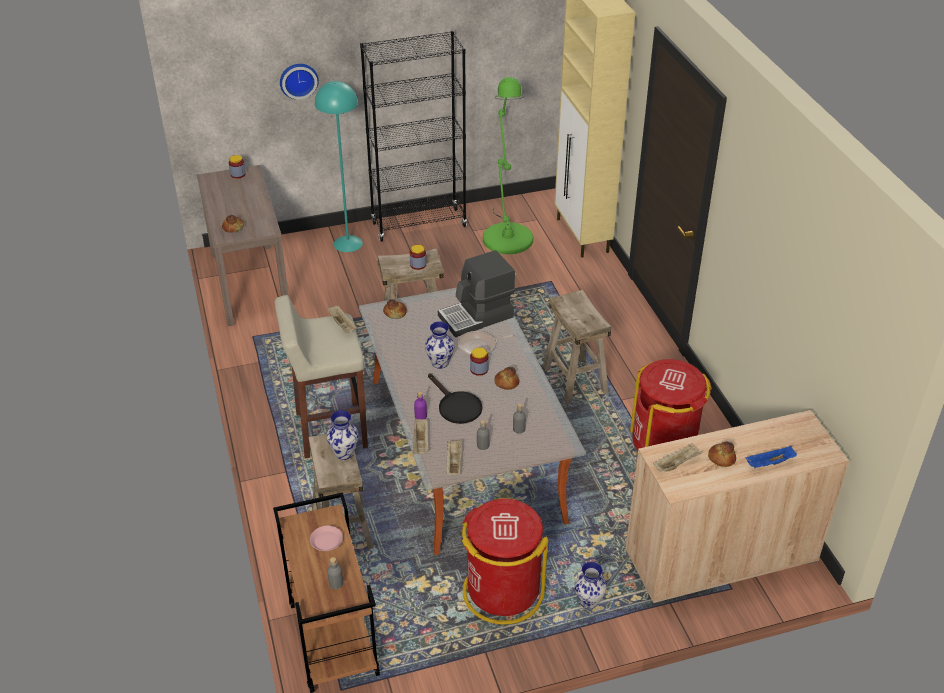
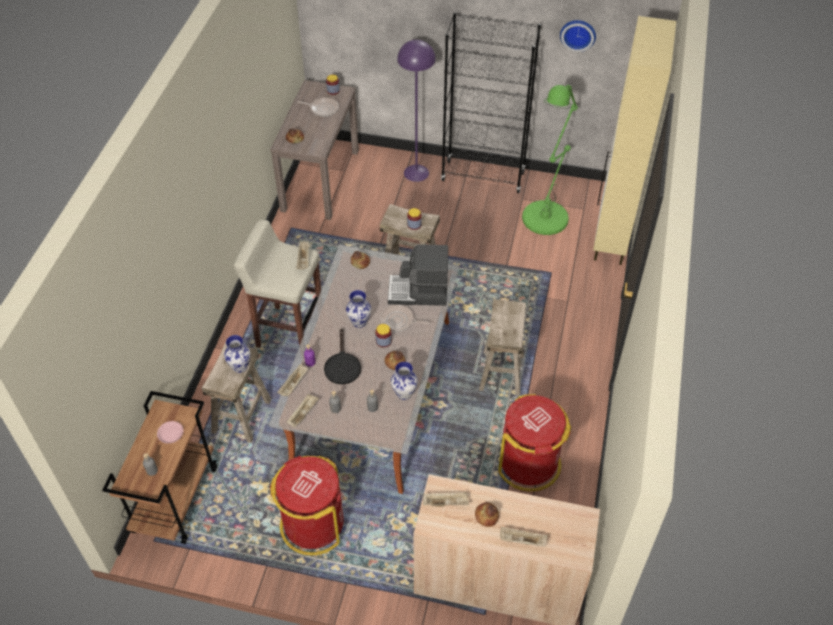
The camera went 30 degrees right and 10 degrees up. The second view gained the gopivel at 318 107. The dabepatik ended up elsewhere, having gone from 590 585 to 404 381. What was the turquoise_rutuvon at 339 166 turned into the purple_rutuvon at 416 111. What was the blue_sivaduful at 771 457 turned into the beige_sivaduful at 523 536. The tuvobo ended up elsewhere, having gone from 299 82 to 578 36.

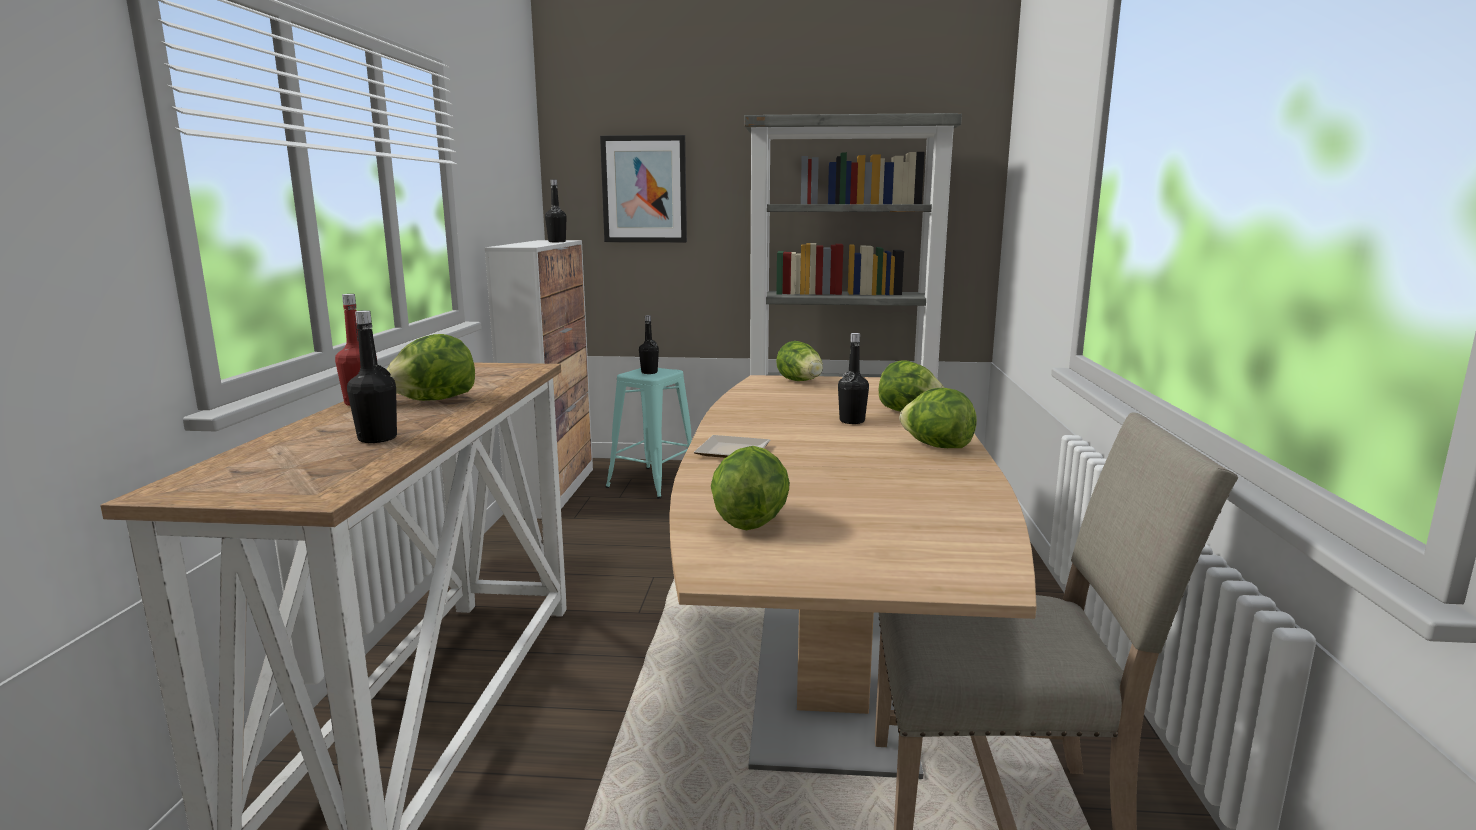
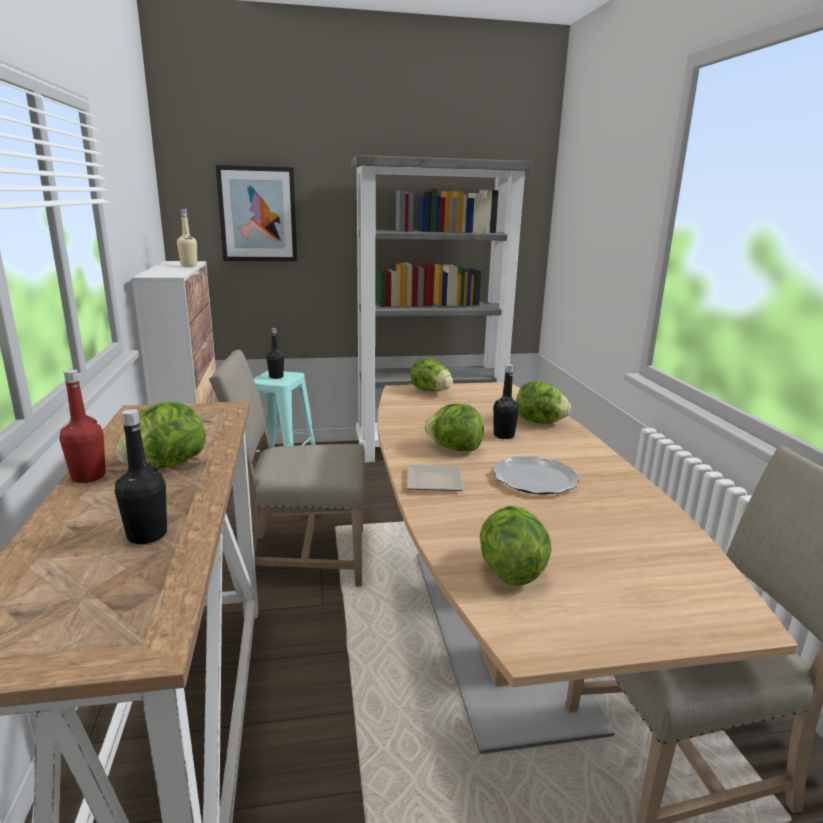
The camera went 15 degrees left and 5 degrees up. What was the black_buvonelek at 555 210 turned into the beige_buvonelek at 187 237. The second view gained the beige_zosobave at 287 468. The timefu ended up elsewhere, having gone from 938 418 to 454 427. The second view gained the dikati at 536 475.

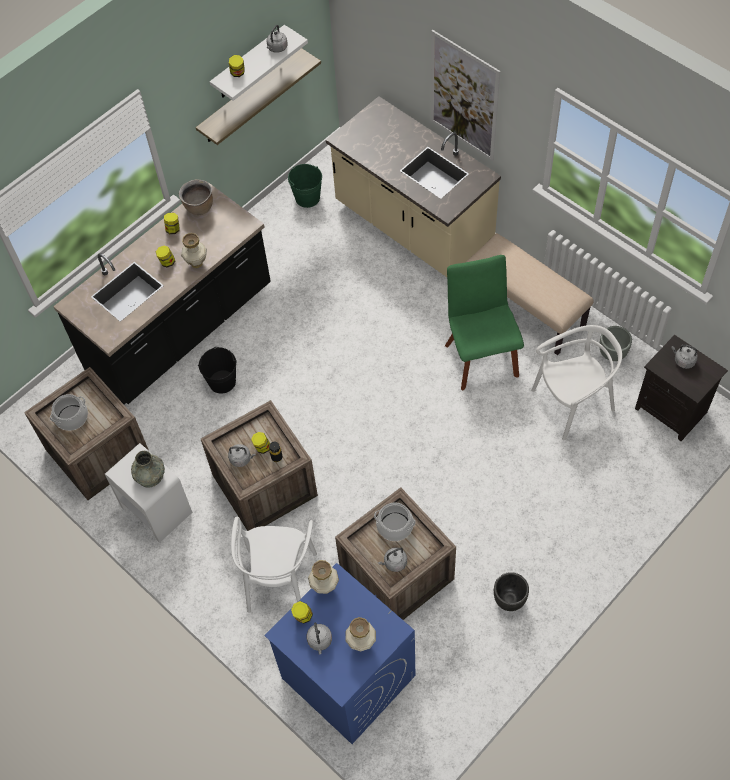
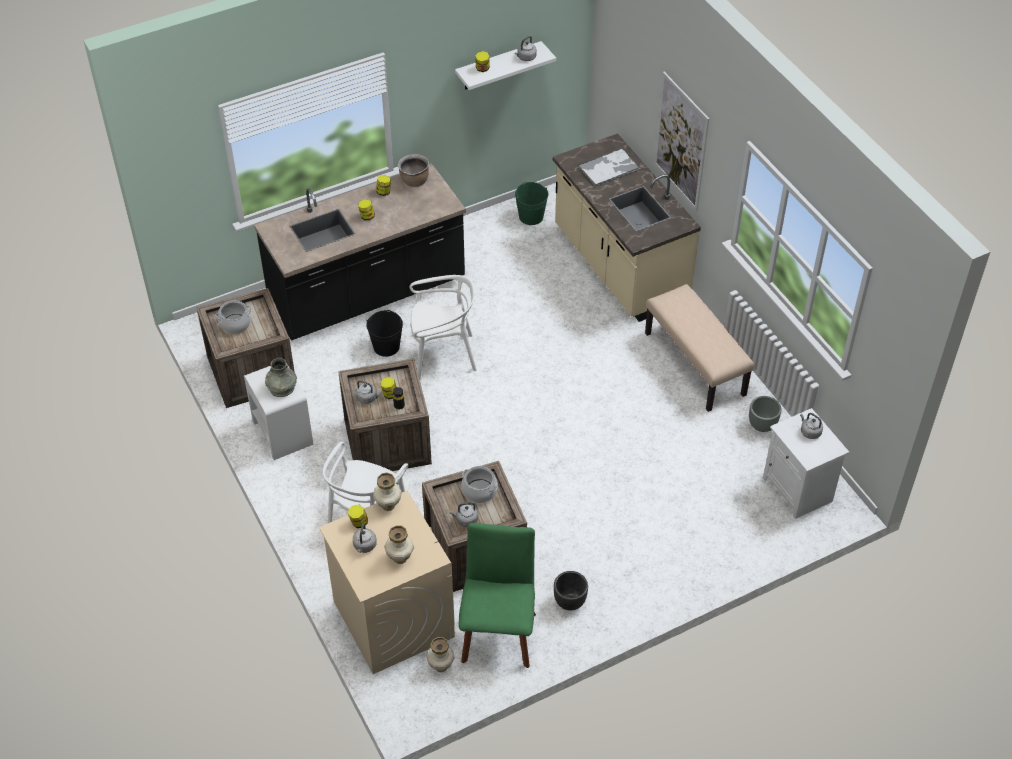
The camera went 15 degrees right and 10 degrees down. What was the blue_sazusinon at 339 653 turned into the beige_sazusinon at 387 582. The white_zosobave ended up elsewhere, having gone from 576 382 to 443 327. The dabepatik ended up elsewhere, having gone from 194 250 to 440 654. The green_zosobave ended up elsewhere, having gone from 484 322 to 497 595. The second view gained the sivaduful at 609 167. What was the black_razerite at 681 388 turned into the white_razerite at 806 463. The second view lost the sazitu at 258 96.

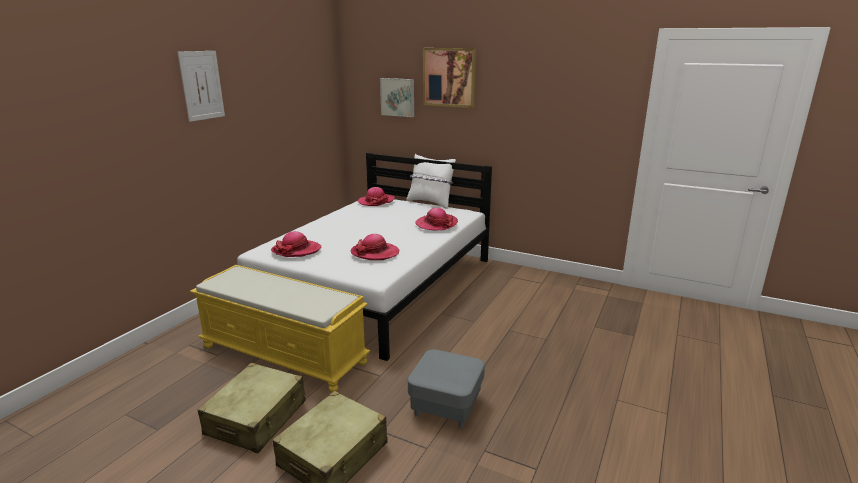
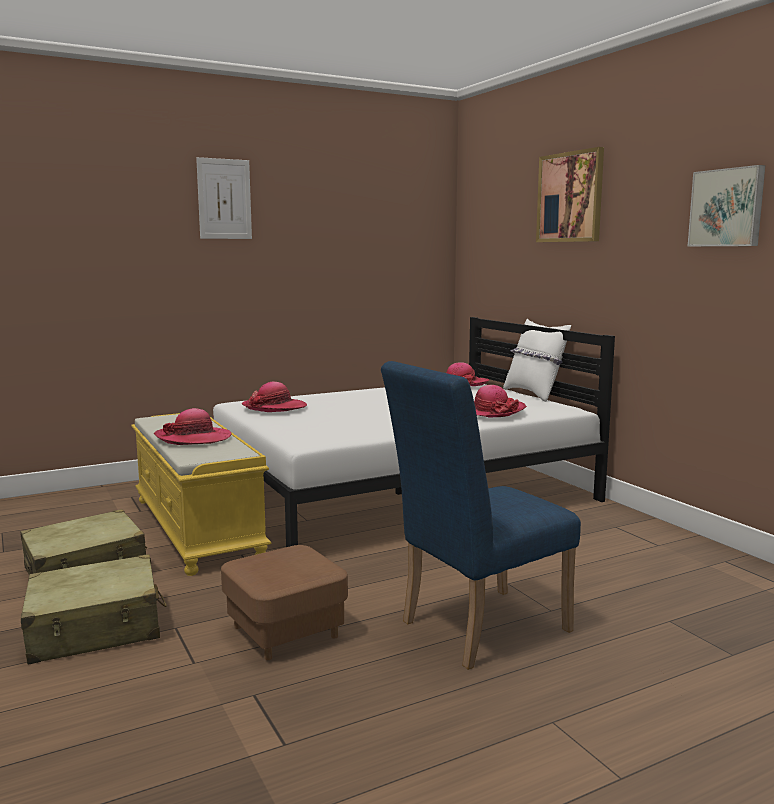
The camera went 35 degrees right and 10 degrees down. The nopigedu ended up elsewhere, having gone from 374 247 to 193 426. What was the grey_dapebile at 446 388 turned into the brown_dapebile at 284 602. The second view gained the blue_zosobave at 481 515. The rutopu ended up elsewhere, having gone from 397 97 to 726 205.

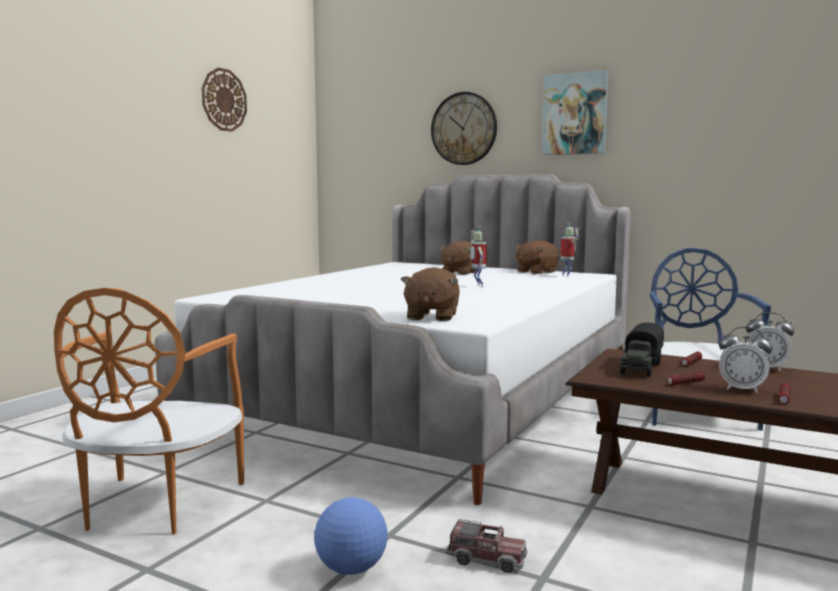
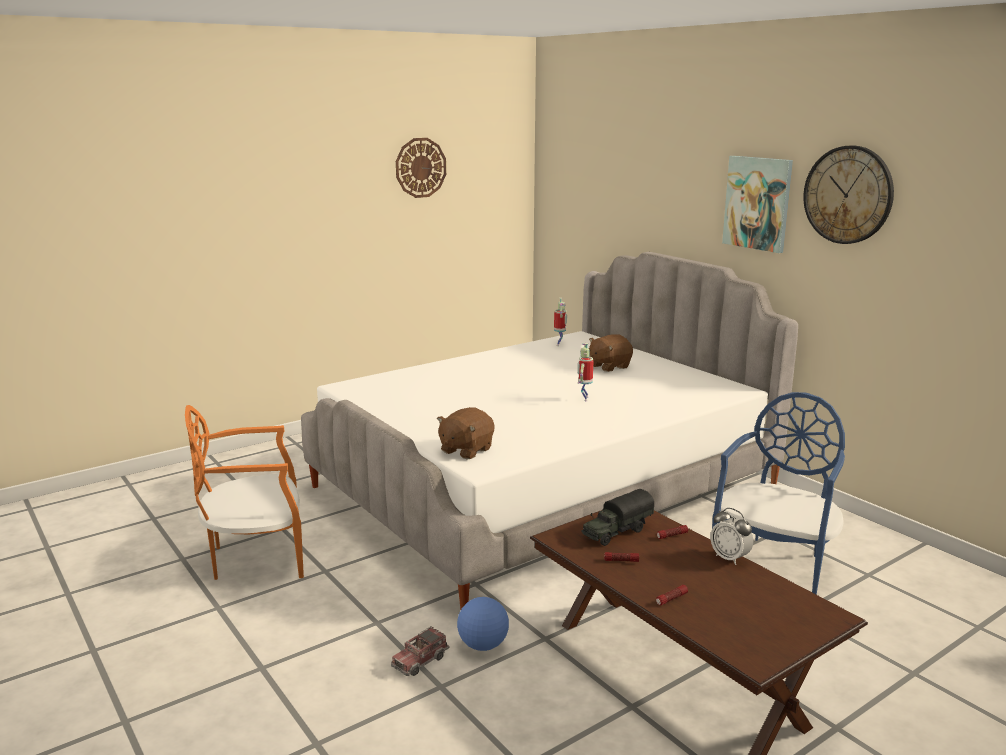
The camera went 25 degrees right and 10 degrees up. The orange_zosobave at 149 411 ended up facing another way, 45 degrees clockwise from before. The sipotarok at 486 546 ended up facing another way, 90 degrees clockwise from before. The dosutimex ended up elsewhere, having gone from 350 536 to 483 624. The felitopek ended up elsewhere, having gone from 570 250 to 560 322. The tuvobo ended up elsewhere, having gone from 464 128 to 848 194. The second view lost the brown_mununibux at 537 257. The second view lost the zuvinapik at 745 360.

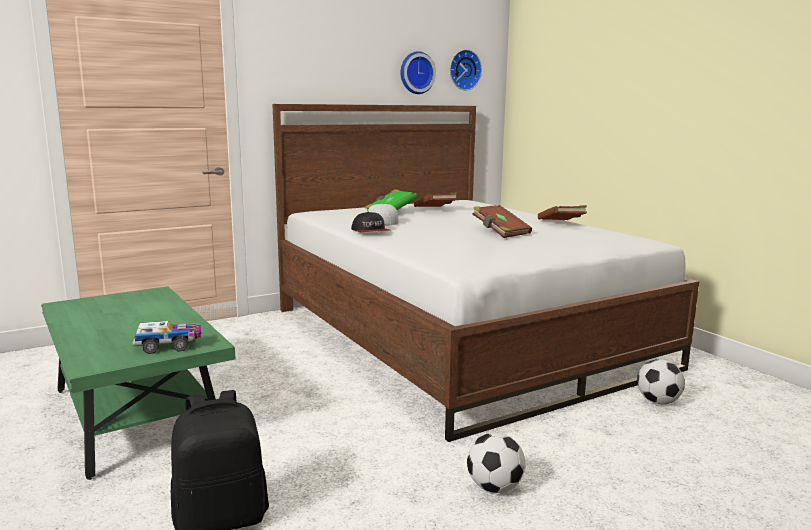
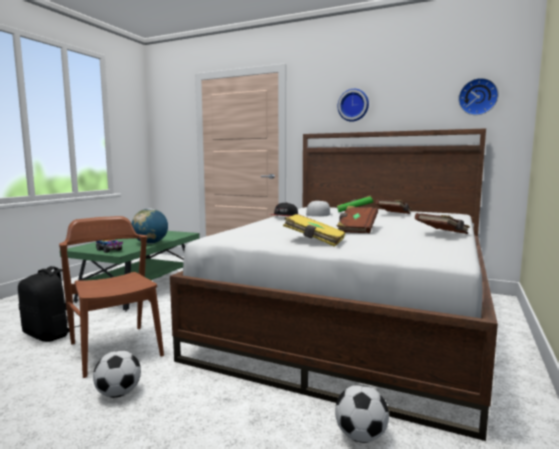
The camera went 55 degrees right and 5 degrees down. The second view gained the brown_zosobave at 111 297. The second view gained the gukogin at 149 226. The second view gained the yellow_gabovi at 314 230. The tuvobo ended up elsewhere, having gone from 418 72 to 353 105.

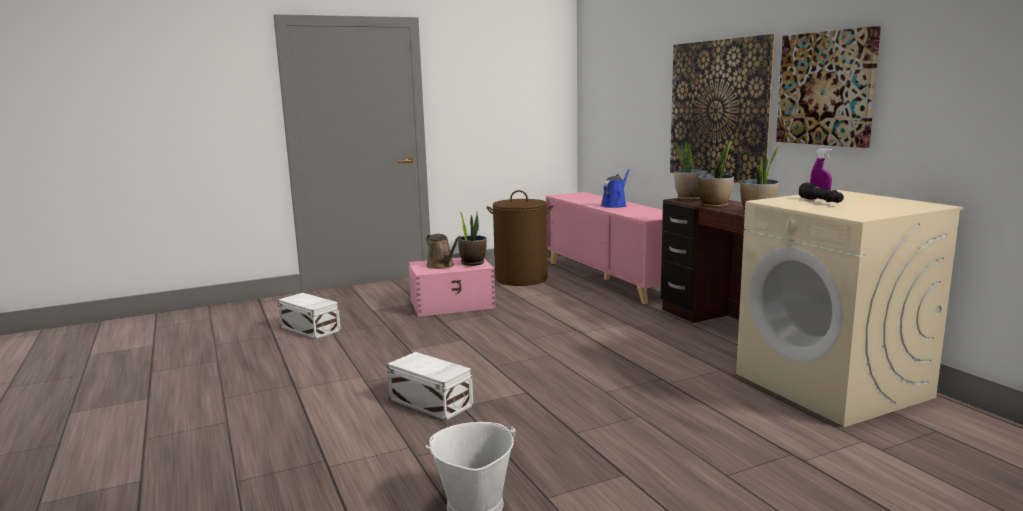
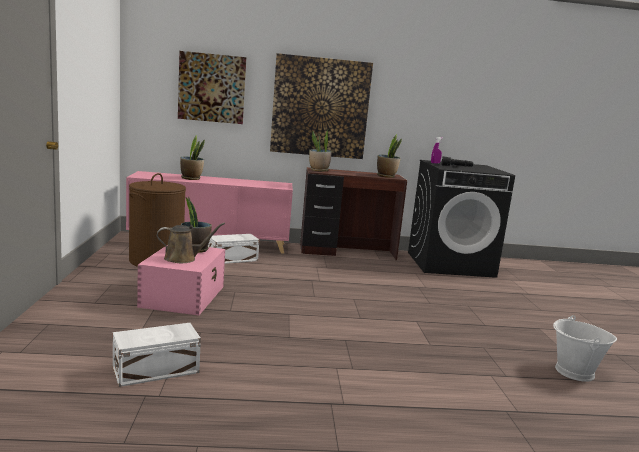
The camera went 70 degrees left and 0 degrees up. The rutopu ended up elsewhere, having gone from 828 87 to 212 87. The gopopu ended up elsewhere, having gone from 716 175 to 192 157. The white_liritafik ended up elsewhere, having gone from 430 386 to 233 249. What was the beige_sazusinon at 849 308 turned into the black_sazusinon at 461 219. The second view lost the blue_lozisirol at 615 188.

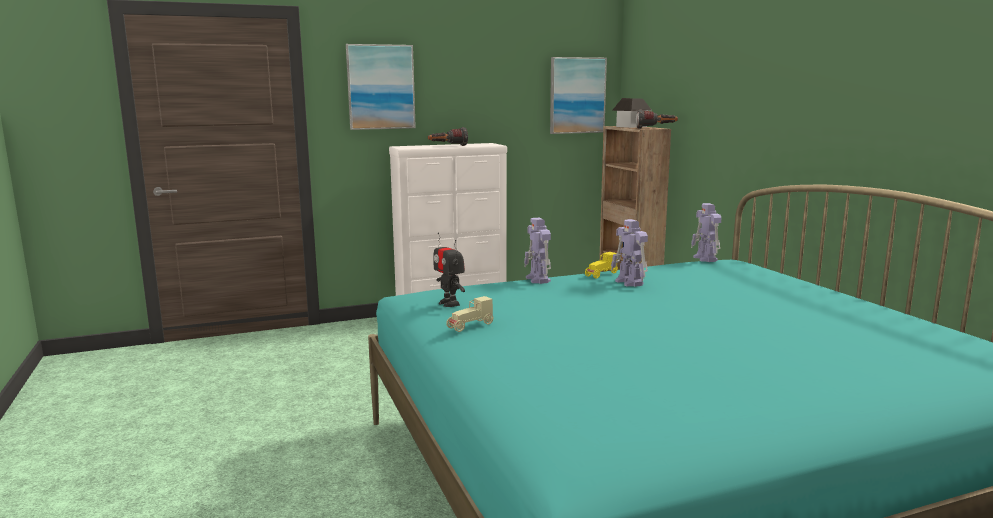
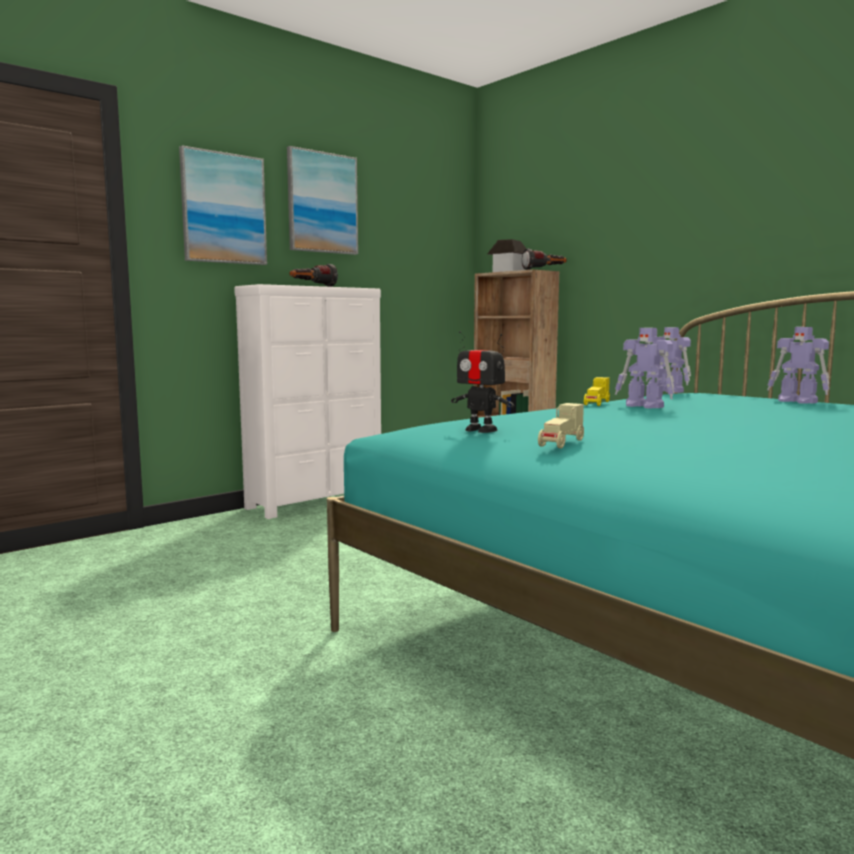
The camera went 20 degrees left and 5 degrees down. The rutopu ended up elsewhere, having gone from 578 95 to 322 200. The felitopek ended up elsewhere, having gone from 537 251 to 798 365.

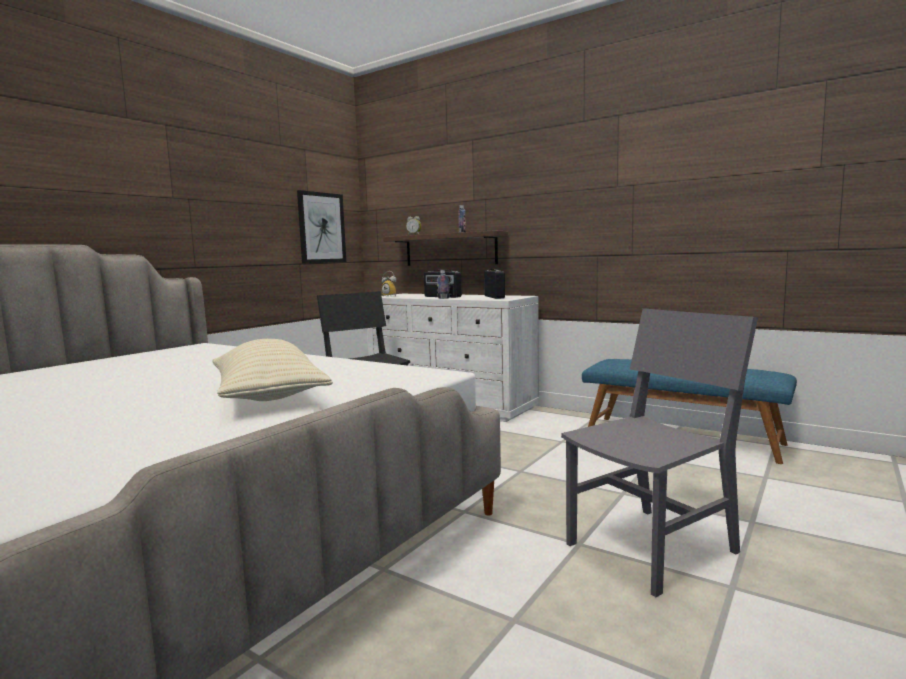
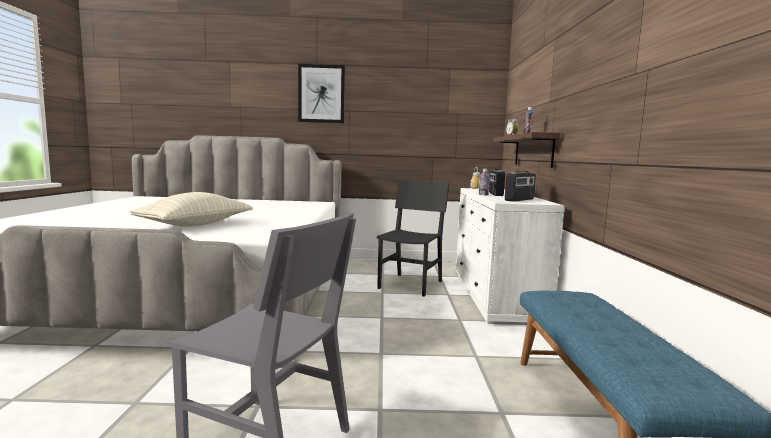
The camera went 55 degrees right and 0 degrees up. The rutopu ended up elsewhere, having gone from 321 226 to 321 93.

